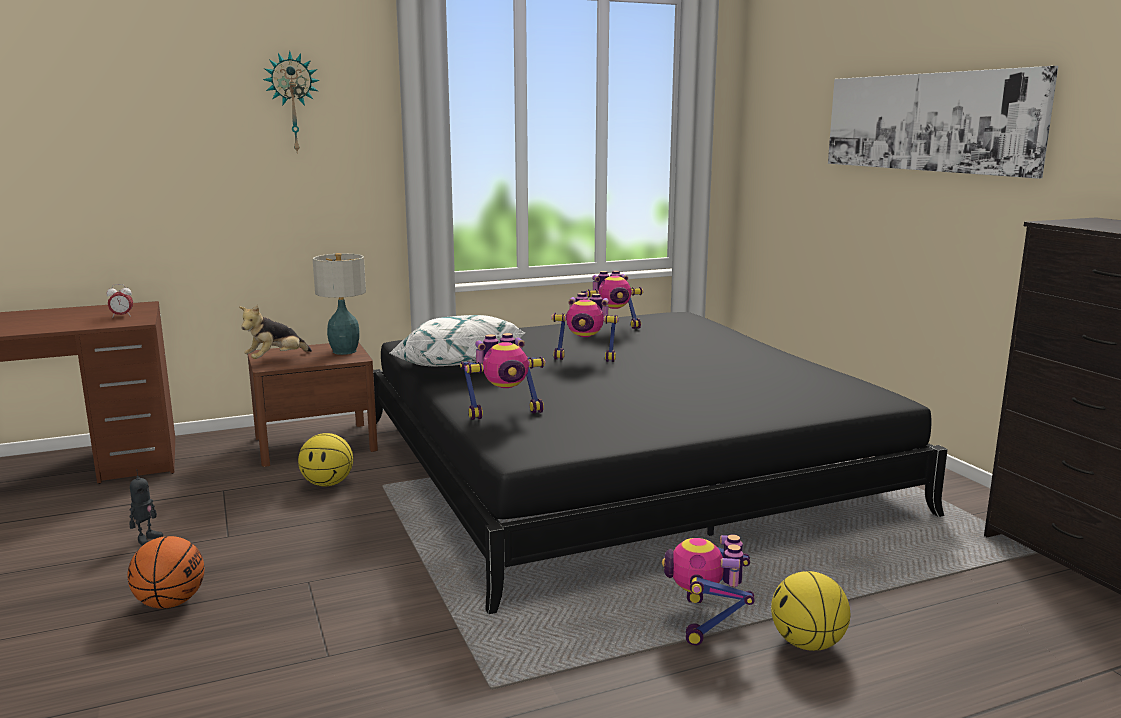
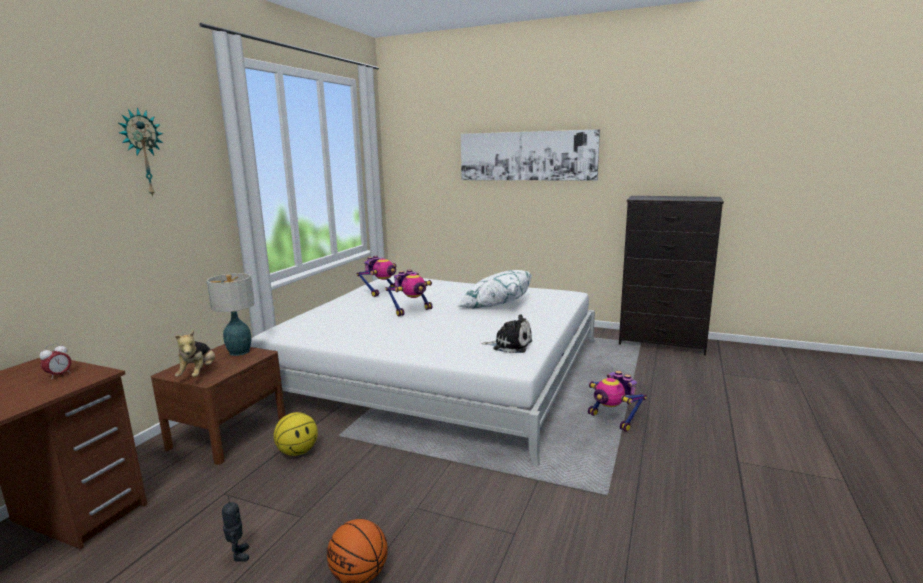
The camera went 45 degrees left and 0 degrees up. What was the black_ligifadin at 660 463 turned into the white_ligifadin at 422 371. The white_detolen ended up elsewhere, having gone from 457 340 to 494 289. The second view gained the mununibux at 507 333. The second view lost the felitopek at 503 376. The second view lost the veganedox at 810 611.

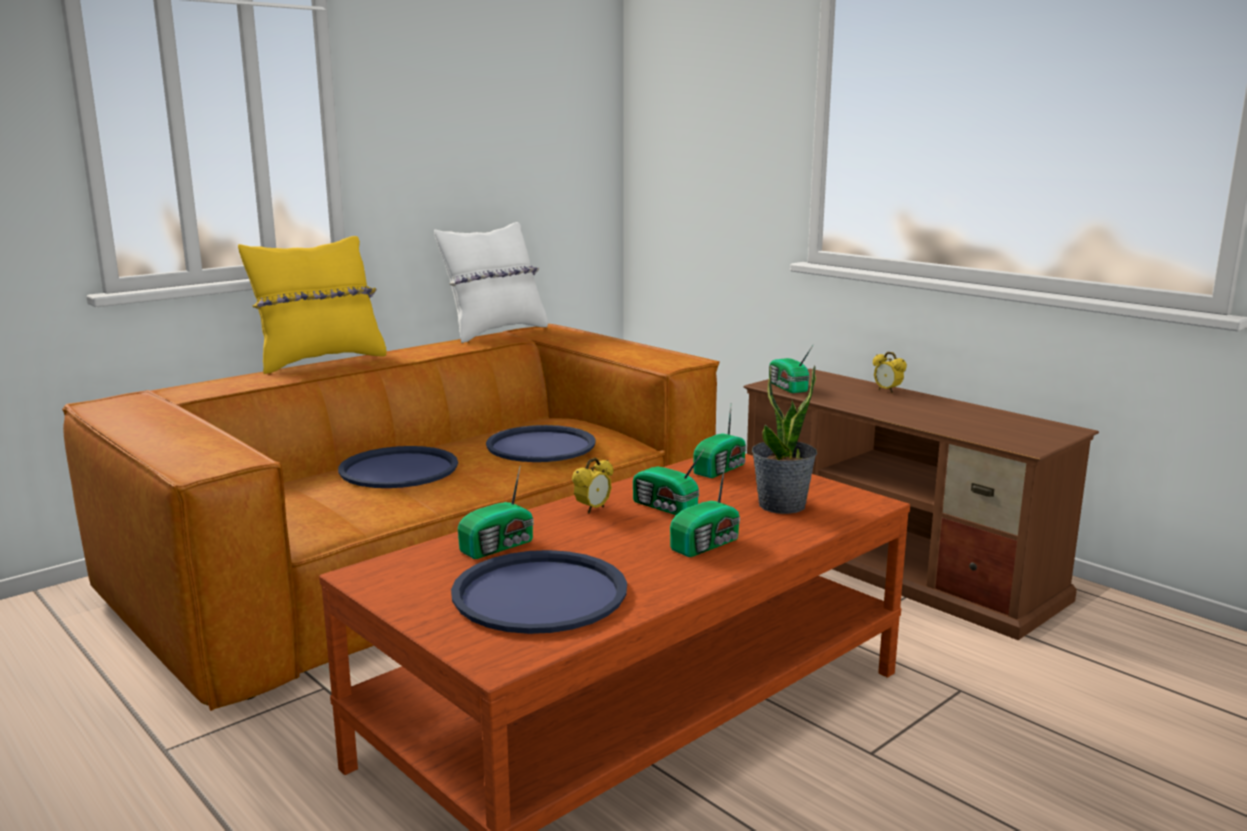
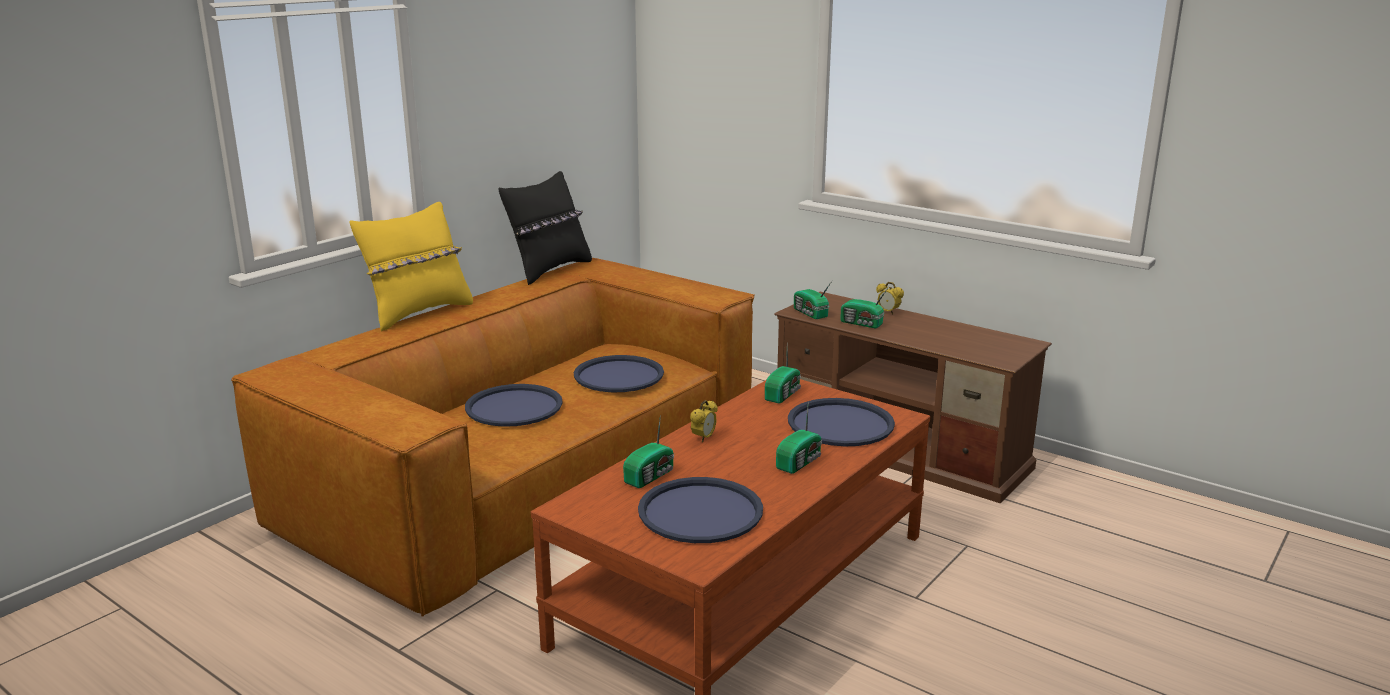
The camera went 10 degrees left and 5 degrees up. What was the white_detolen at 491 282 turned into the black_detolen at 545 228. Where the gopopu stood at 784 439, the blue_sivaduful came to stand at 841 422. The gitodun ended up elsewhere, having gone from 668 482 to 865 308.

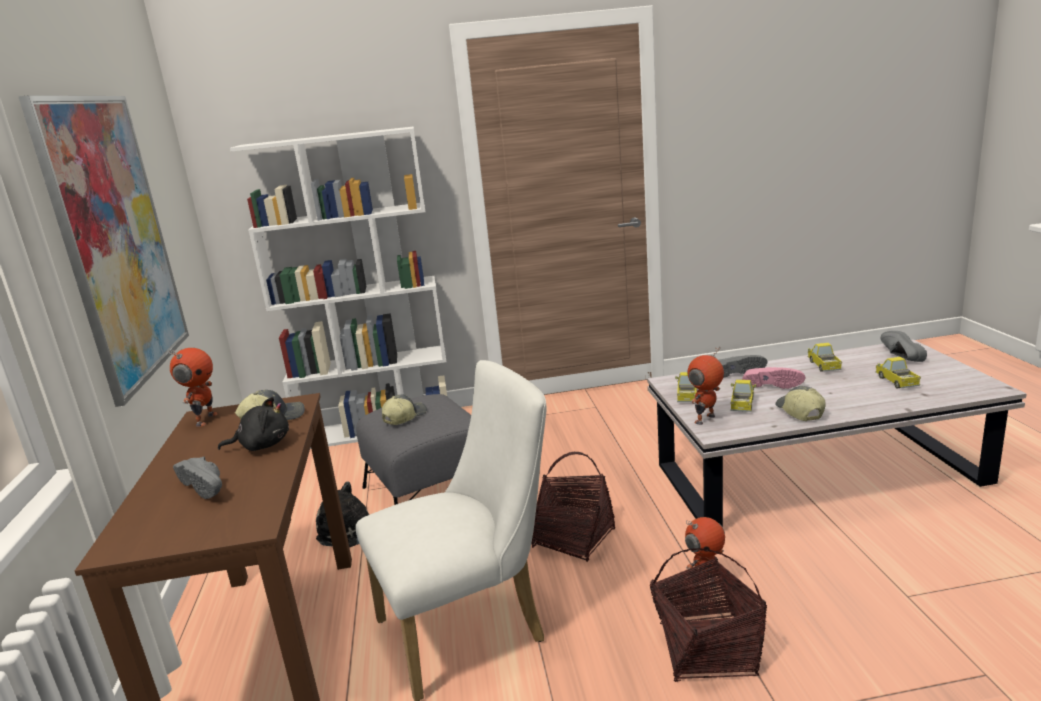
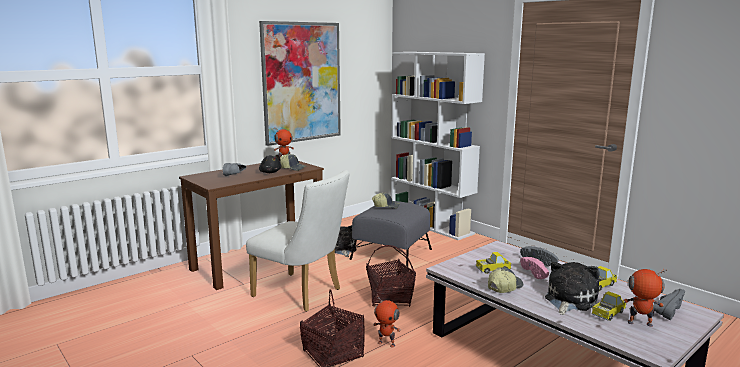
The camera went 55 degrees right and 5 degrees down. The second view gained the mununibux at 572 288. The felitopek ended up elsewhere, having gone from 705 386 to 645 298. The second view lost the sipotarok at 686 387.

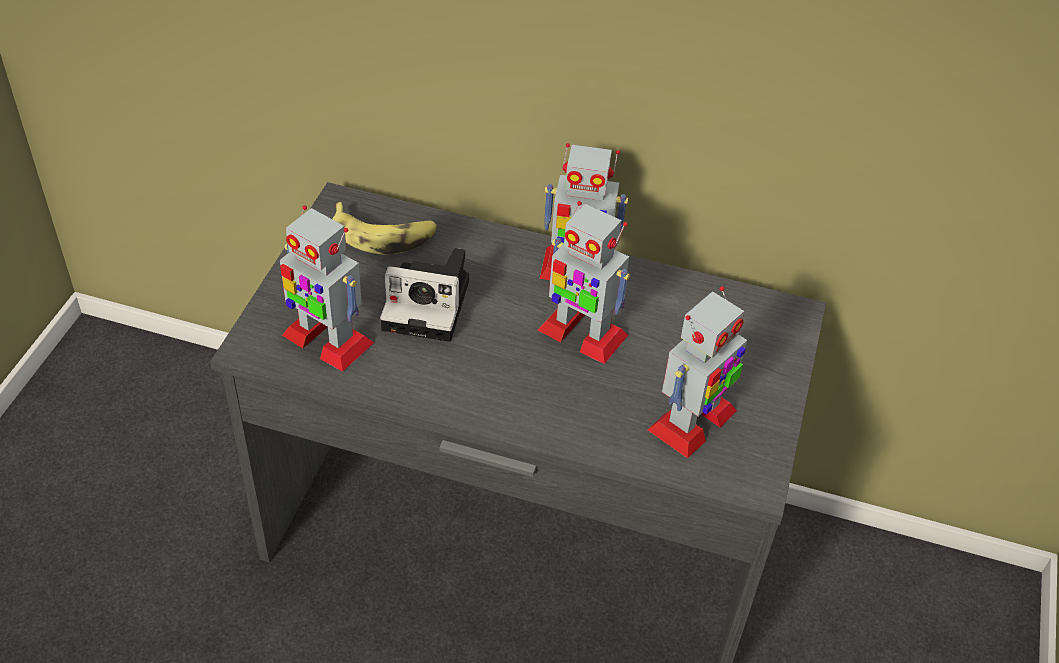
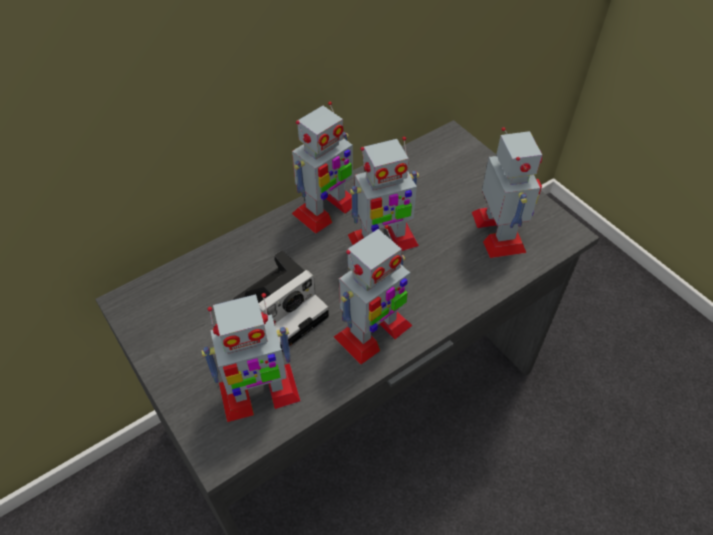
The camera went 50 degrees left and 5 degrees up. The second view gained the felitopek at 373 295. The second view lost the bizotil at 385 228.

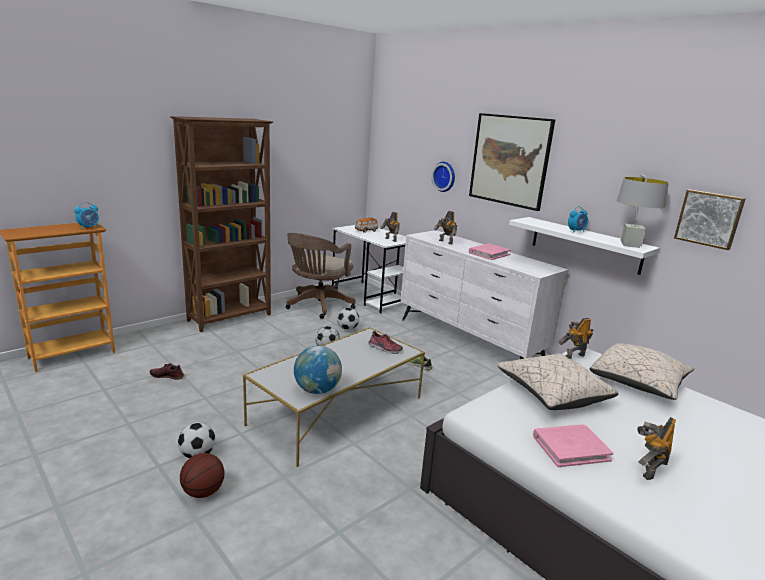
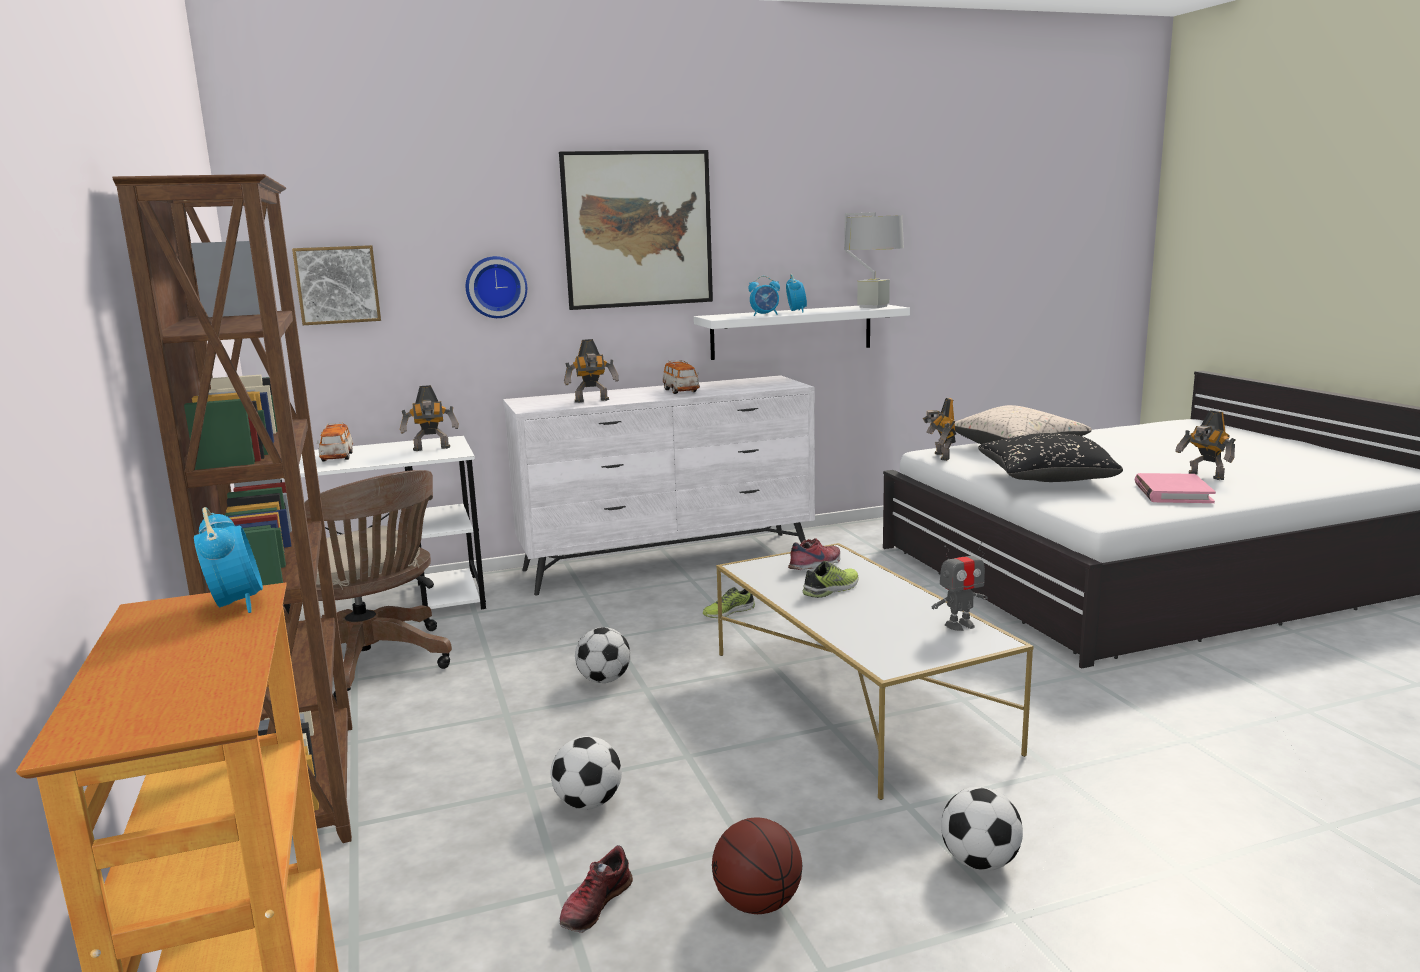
The camera went 65 degrees left and 5 degrees down. The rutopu ended up elsewhere, having gone from 710 219 to 336 285. The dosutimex ended up elsewhere, having gone from 348 319 to 586 773. Where the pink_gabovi stood at 490 252, the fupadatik came to stand at 681 377. The veganedox ended up elsewhere, having gone from 202 475 to 757 865. The second view gained the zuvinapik at 764 296. The second view gained the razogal at 831 579. Where the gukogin stood at 318 370, the felitopek came to stand at 960 586. What was the beige_detolen at 558 381 turned into the black_detolen at 1050 457.

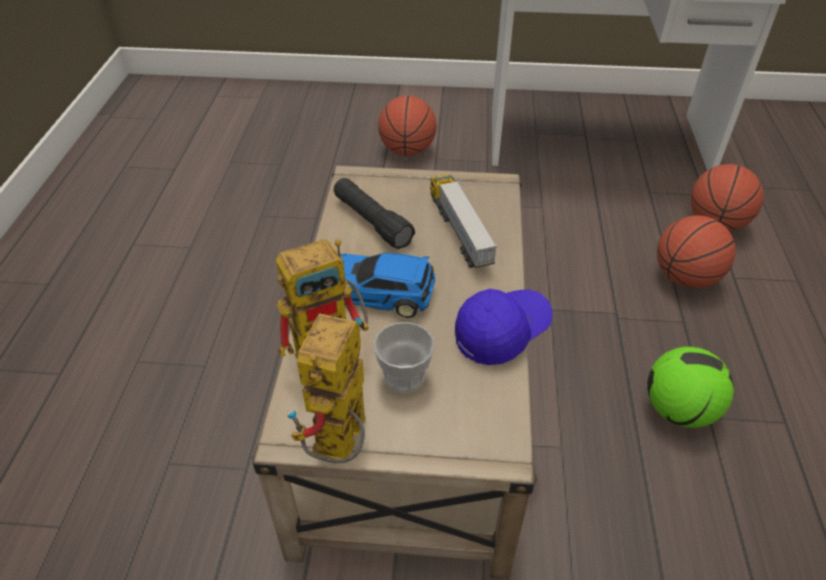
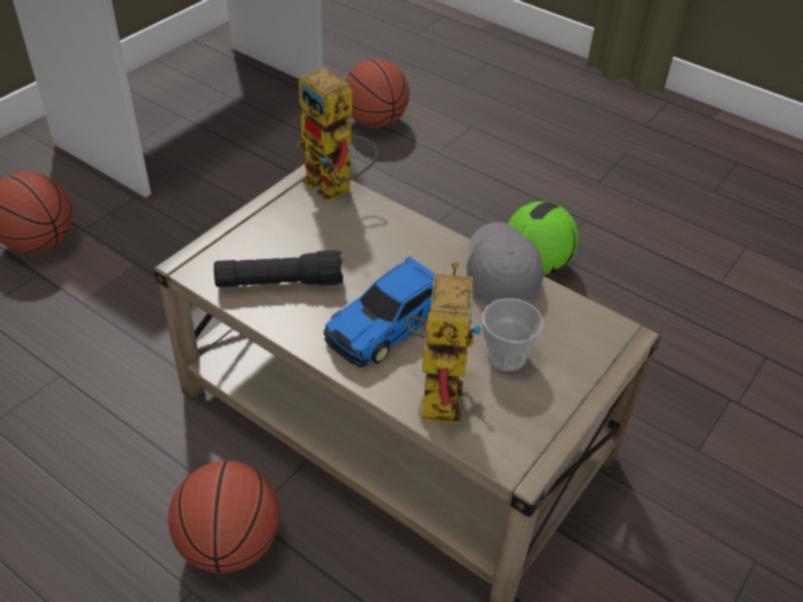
The camera went 60 degrees left and 0 degrees up. The veganedox ended up elsewhere, having gone from 696 251 to 224 517. The felitopek ended up elsewhere, having gone from 326 388 to 337 134. What was the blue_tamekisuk at 503 327 turned into the grey_tamekisuk at 504 263. The second view lost the sipotarok at 463 221.

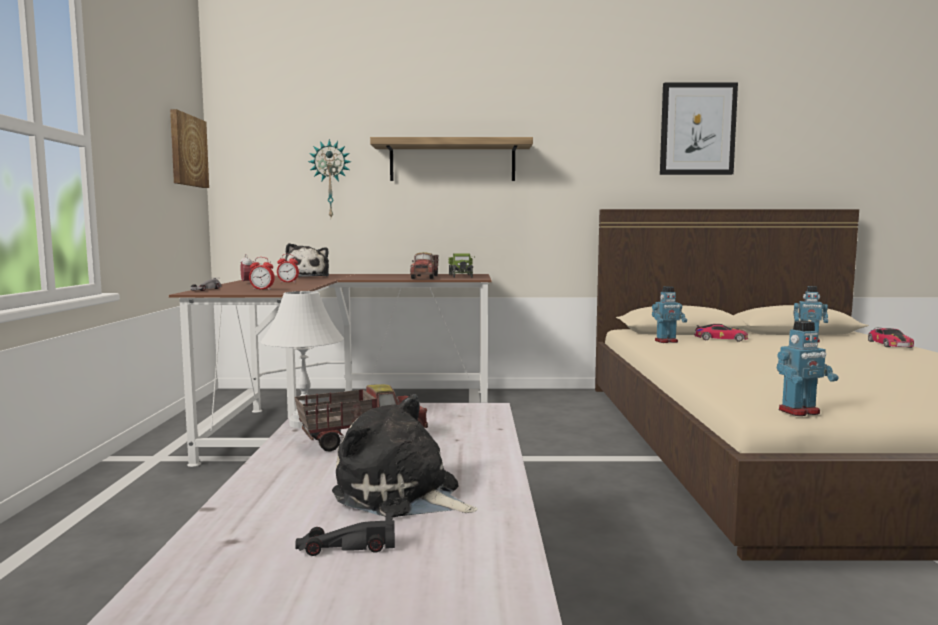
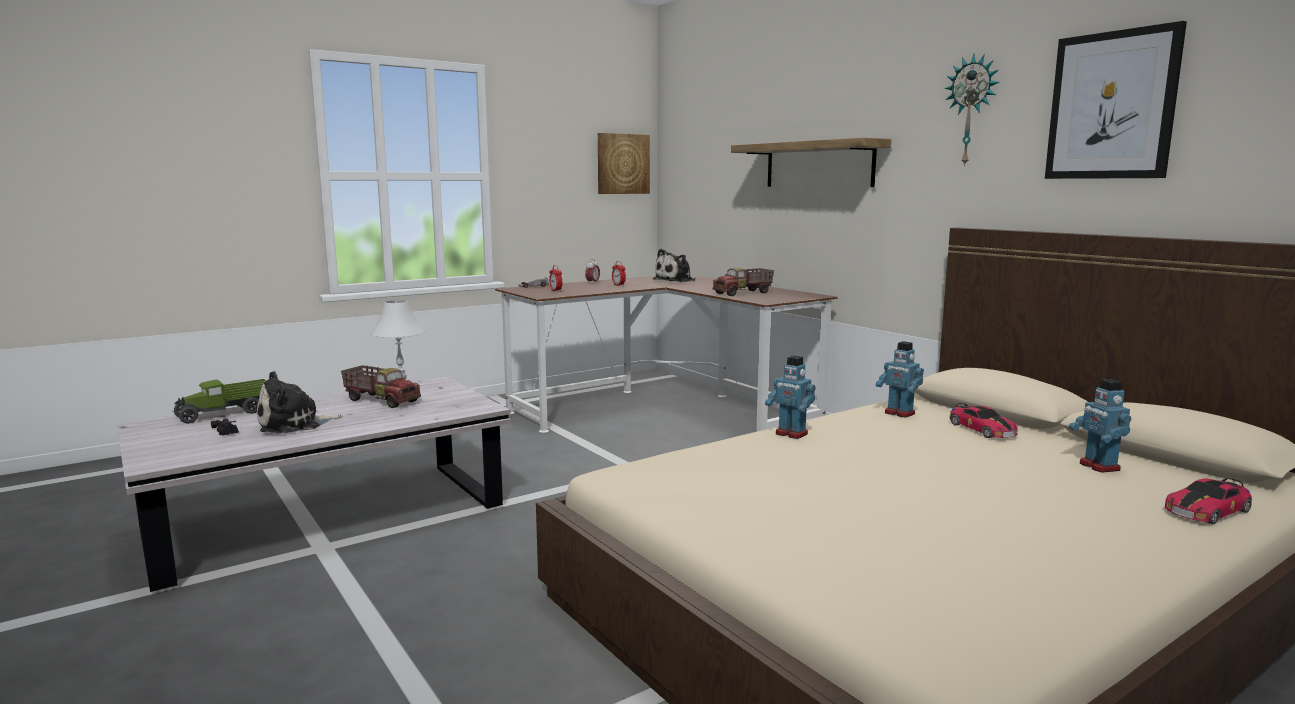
The camera went 55 degrees right and 5 degrees up. The sipotarok ended up elsewhere, having gone from 461 265 to 219 401. The mununibux at 405 456 ended up facing another way, 120 degrees counterclockwise from before. The felitopek ended up elsewhere, having gone from 807 368 to 790 397. The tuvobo ended up elsewhere, having gone from 329 178 to 971 110.

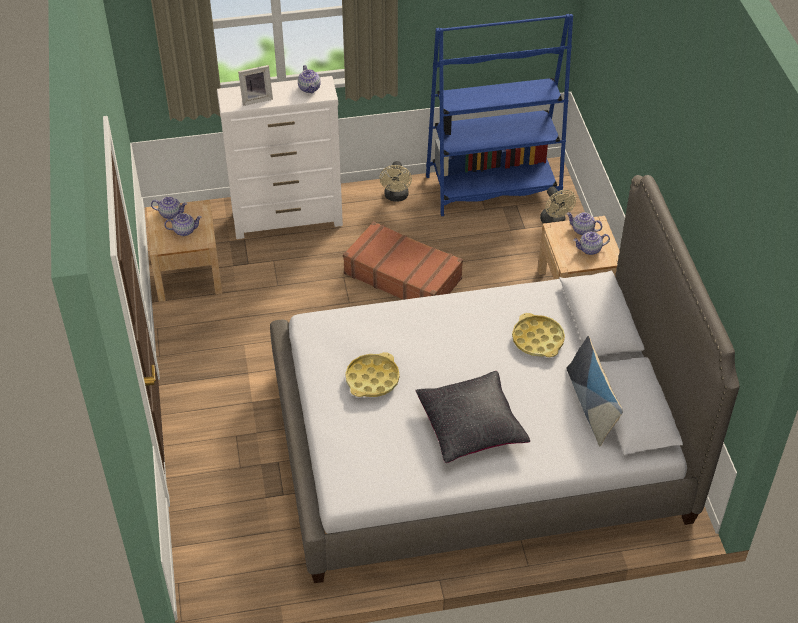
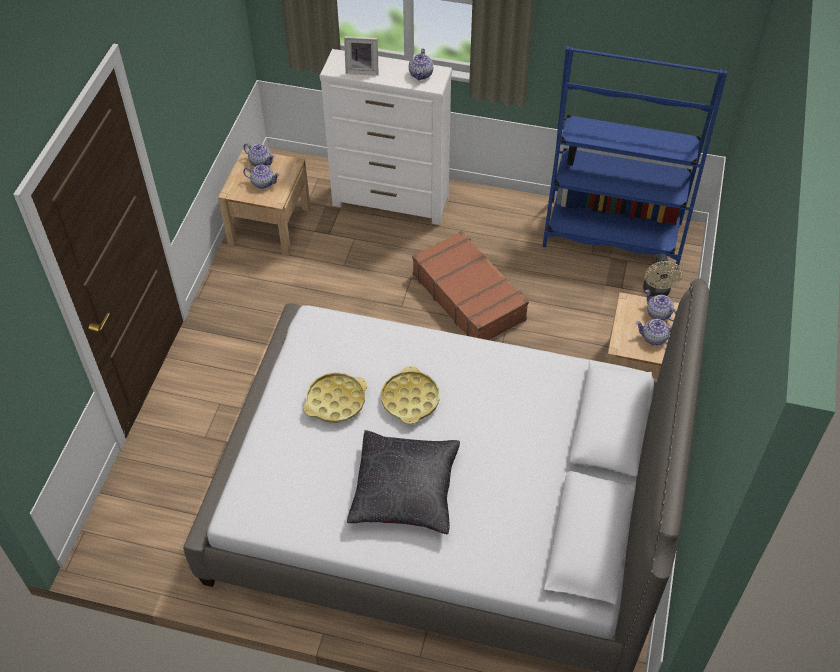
The camera went 25 degrees right and 5 degrees up. The yellow_sivaduful ended up elsewhere, having gone from 538 335 to 410 395. The second view lost the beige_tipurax at 395 181. The second view lost the detolen at 594 391.

